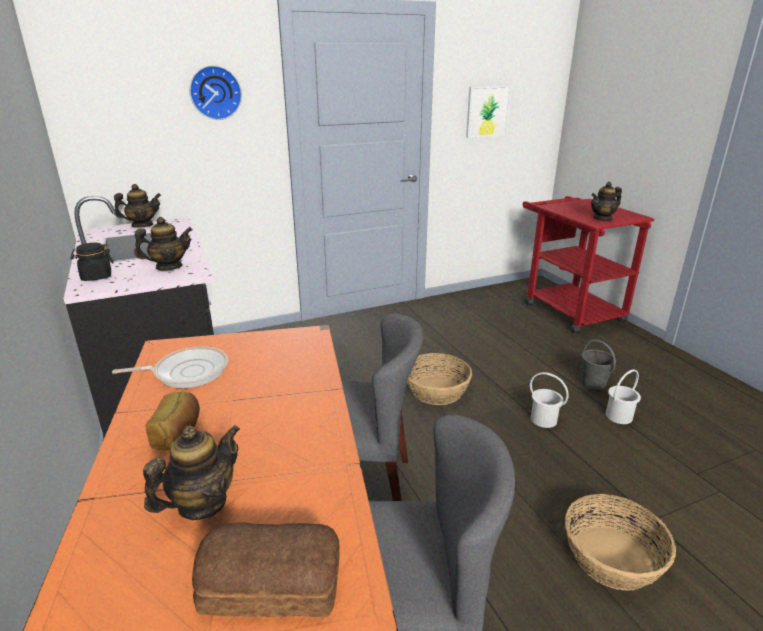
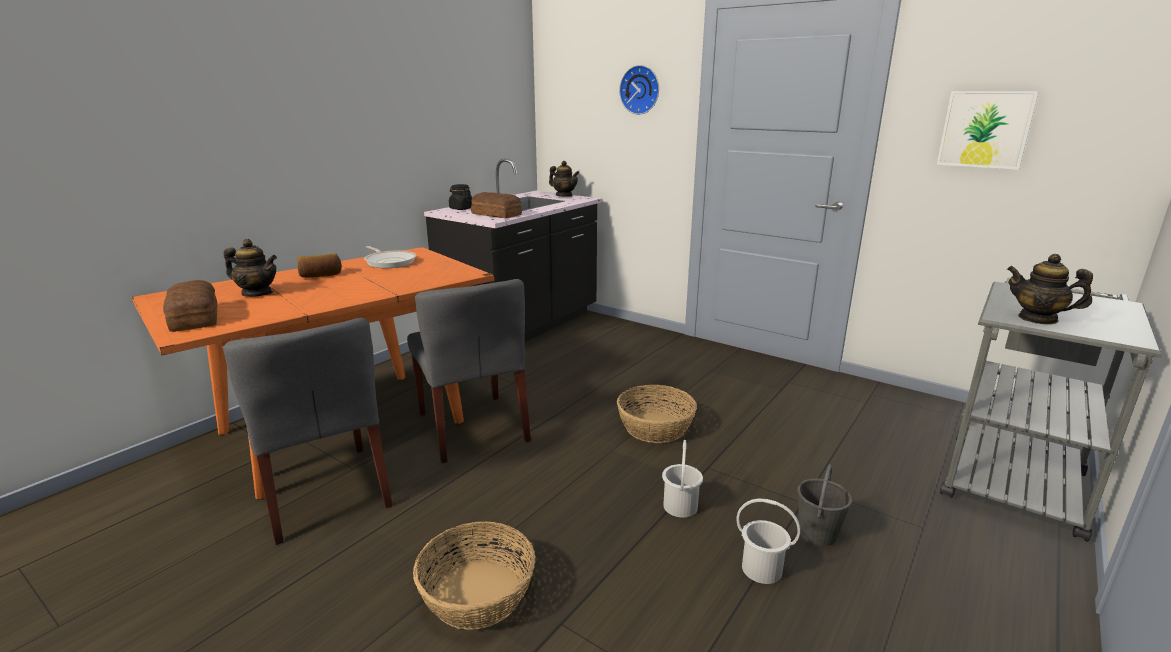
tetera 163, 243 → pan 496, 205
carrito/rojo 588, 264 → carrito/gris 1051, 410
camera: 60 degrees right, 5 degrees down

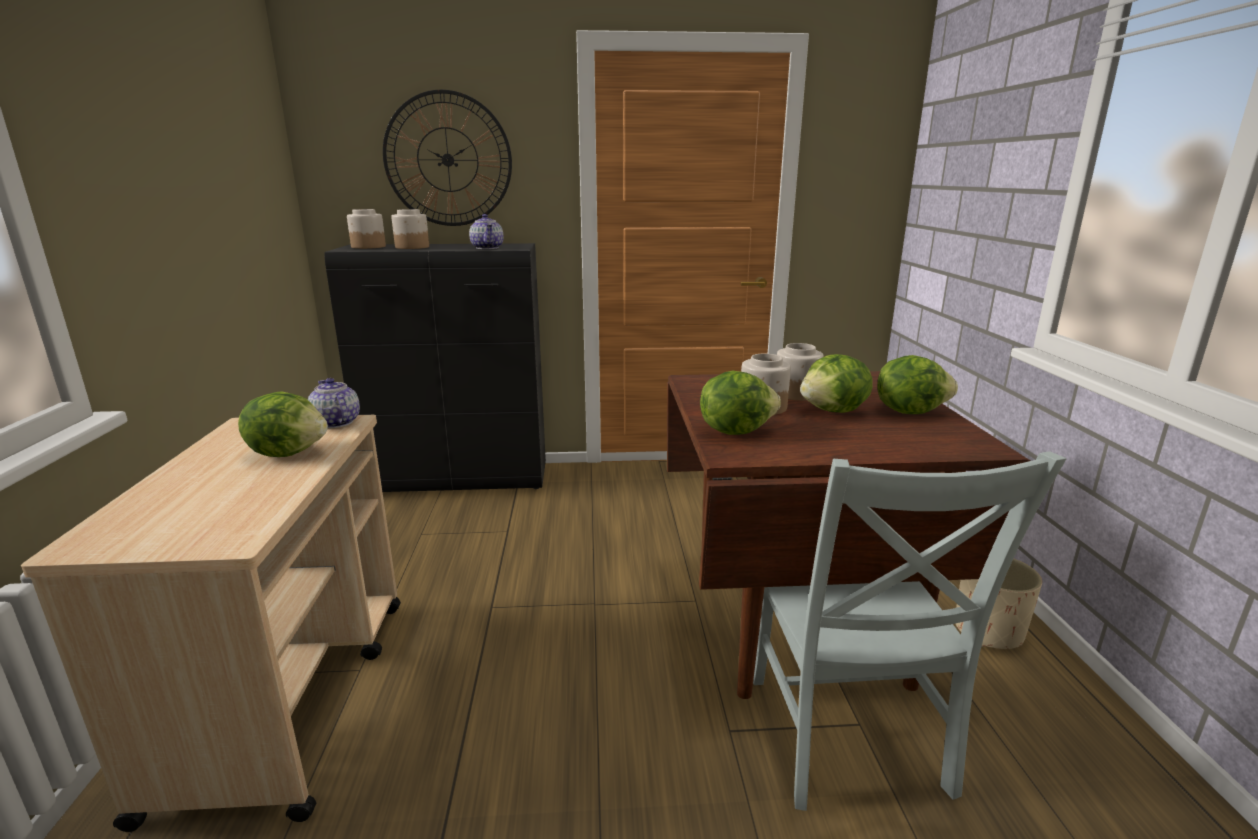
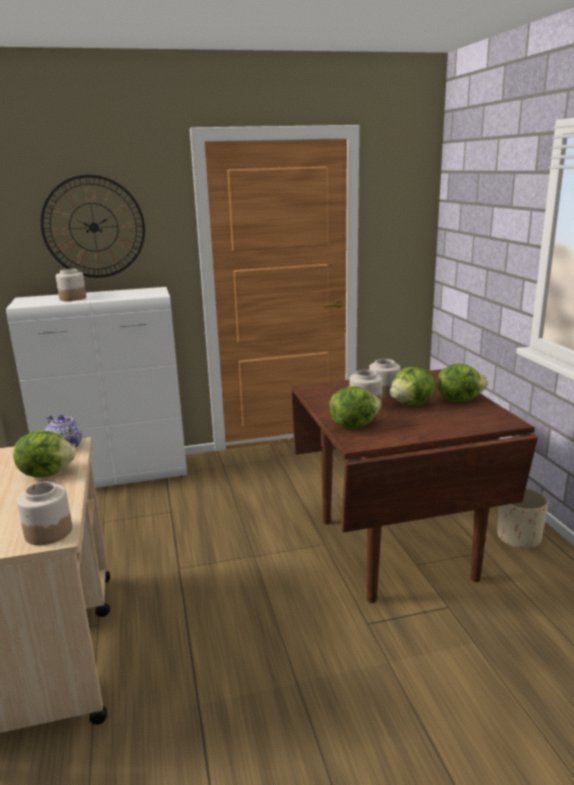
armario/negro 435, 367 → armario/blanco 96, 387
tarro 366, 229 → tarro 44, 513, relocated
tetera 486, 231 → -
silla/gris 910, 631 → -
camera: 10 degrees left, 0 degrees up

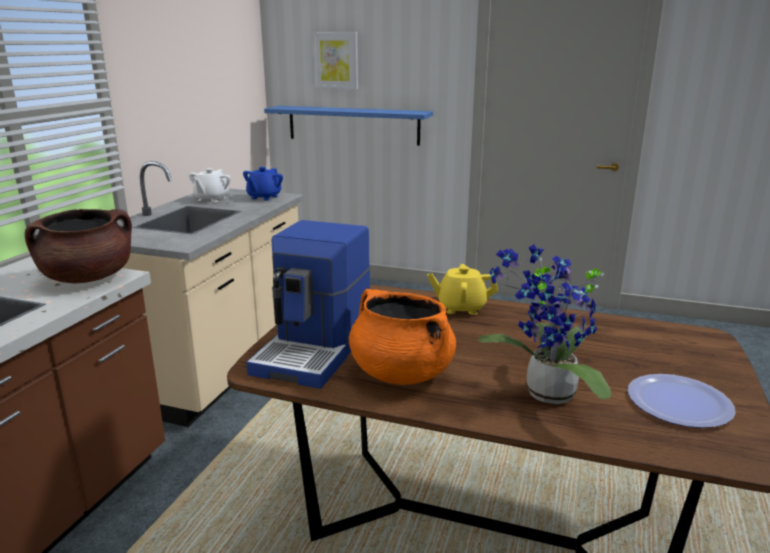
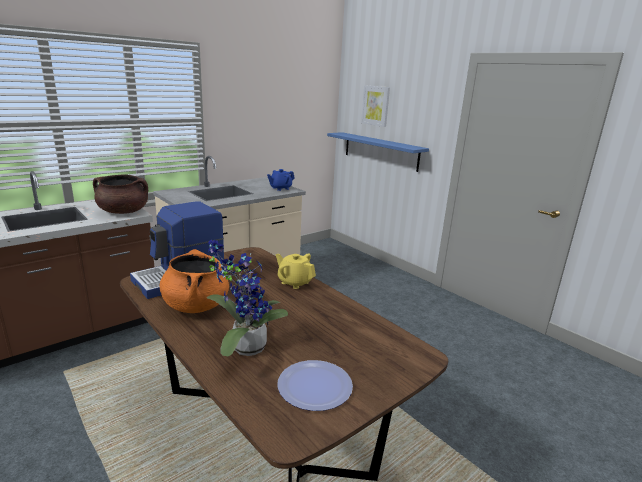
tetera/blanco 210, 185 → -
camera: 30 degrees right, 0 degrees up

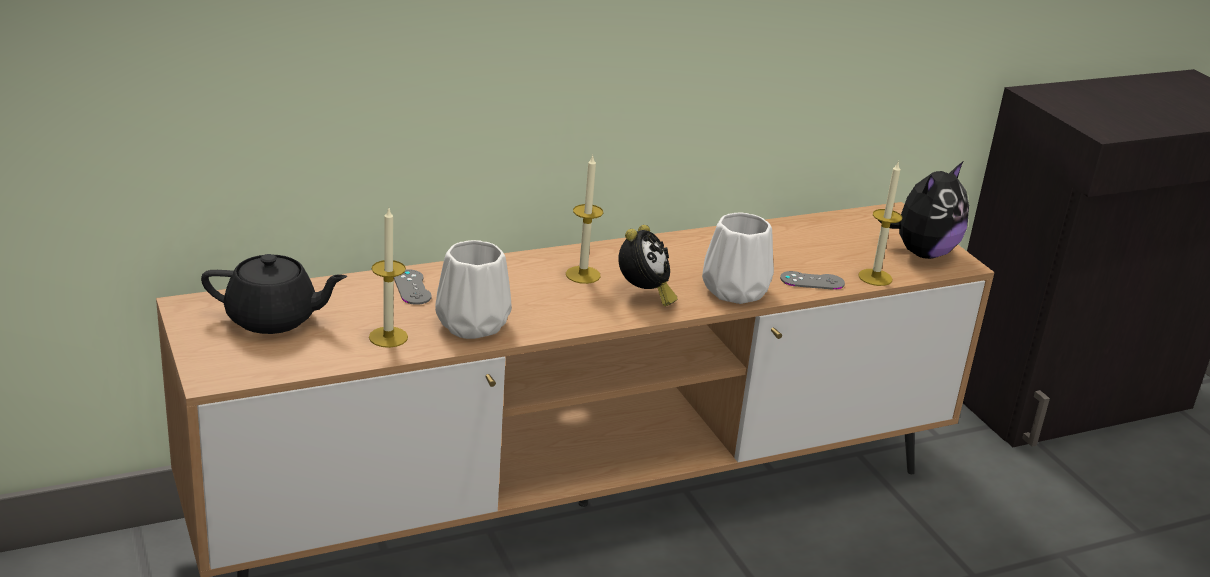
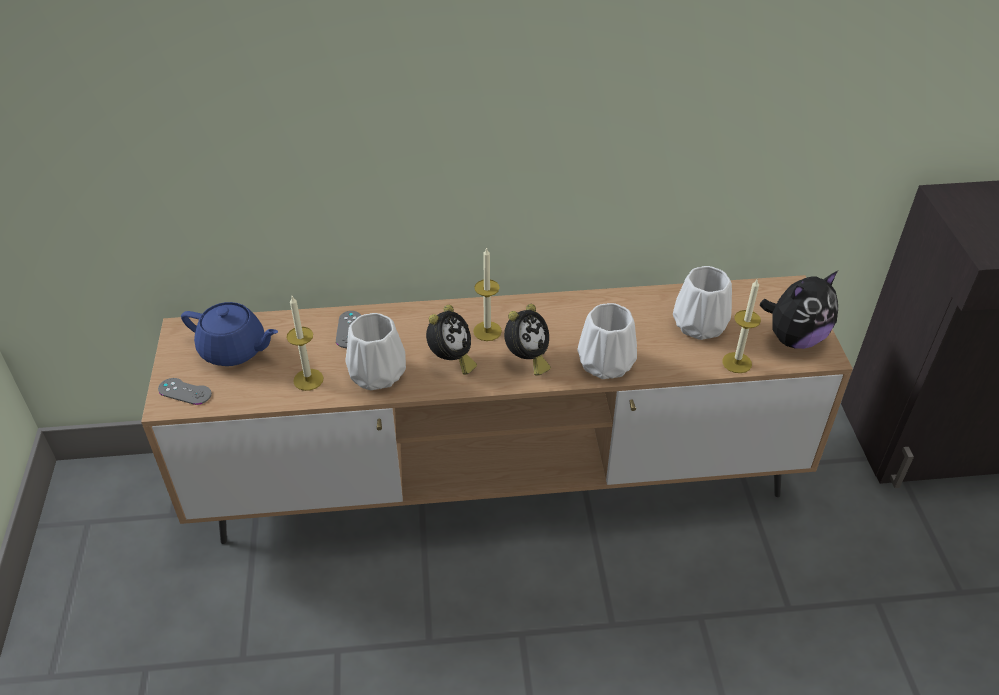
mando de consola/gris 812, 280 → mando de consola/gris 185, 391, relocated
tetera/negro 274, 294 → tetera/azul 229, 334
- → despertador 451, 340
- → florero/blanco 702, 303
camera: 20 degrees right, 15 degrees up

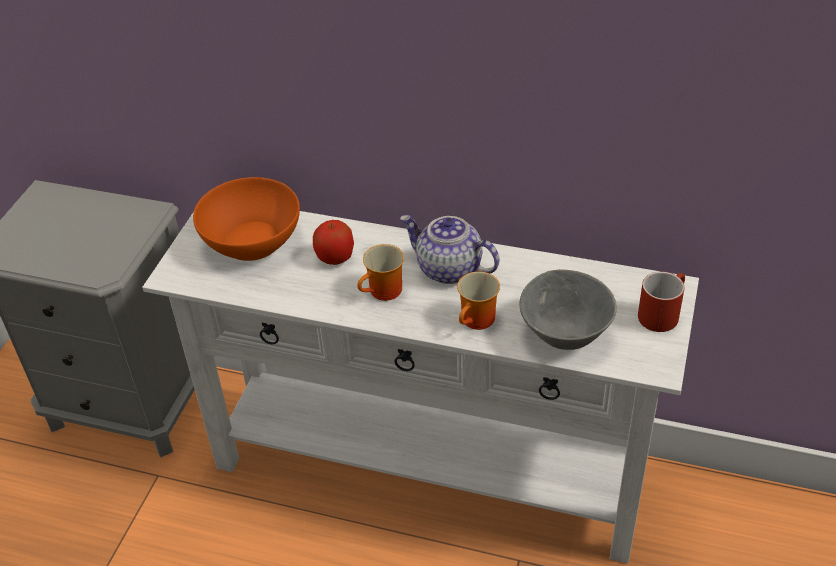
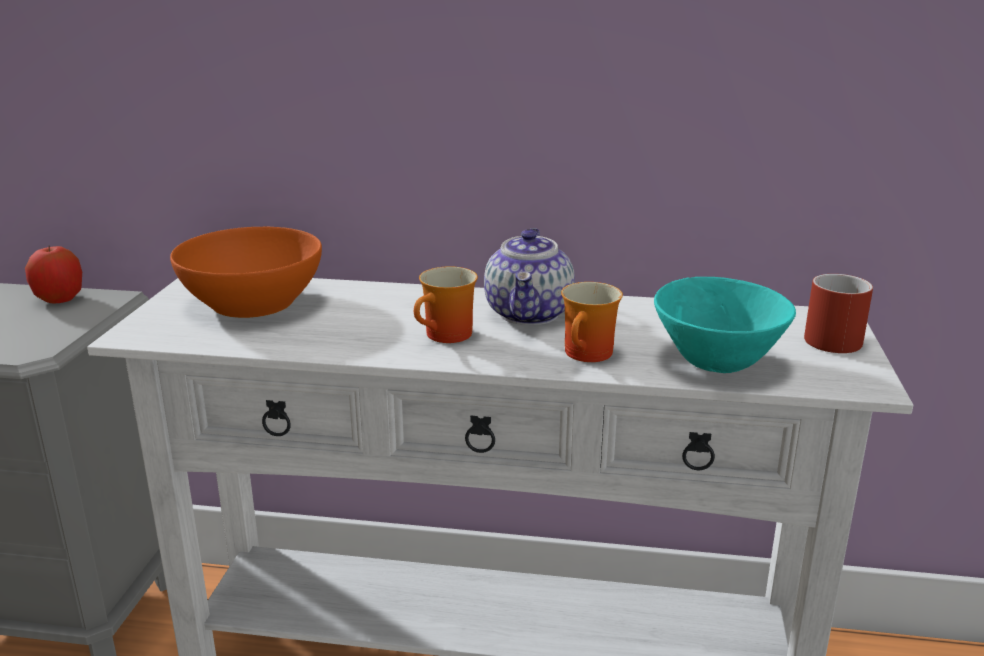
manzana 333, 242 → manzana 53, 274, relocated
tetera 450, 249 → tetera 529, 276, 105 degrees counterclockwise
cuenco/gris 568, 309 → cuenco/turquesa 725, 325
camera: 10 degrees left, 20 degrees down

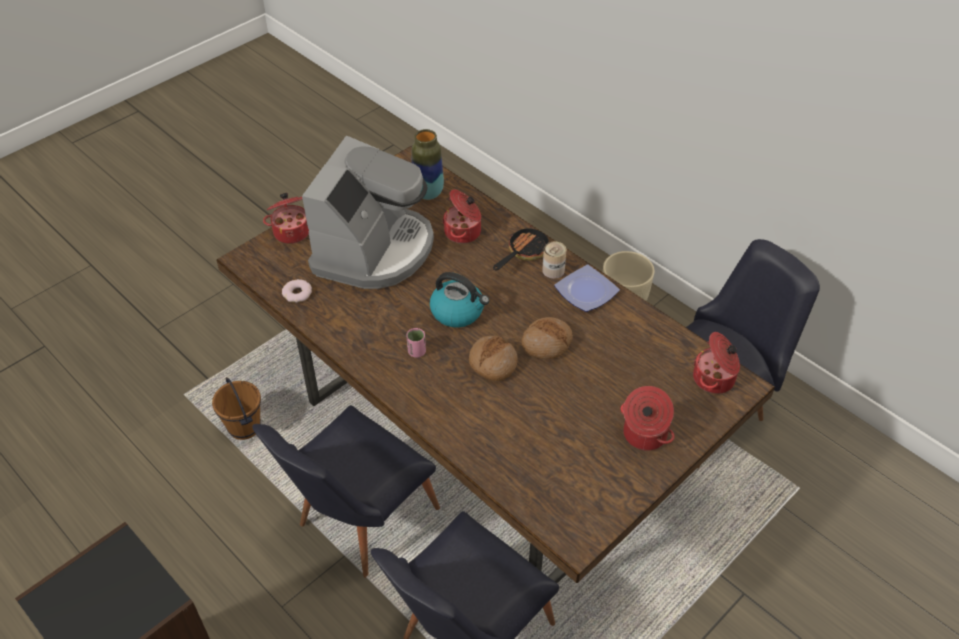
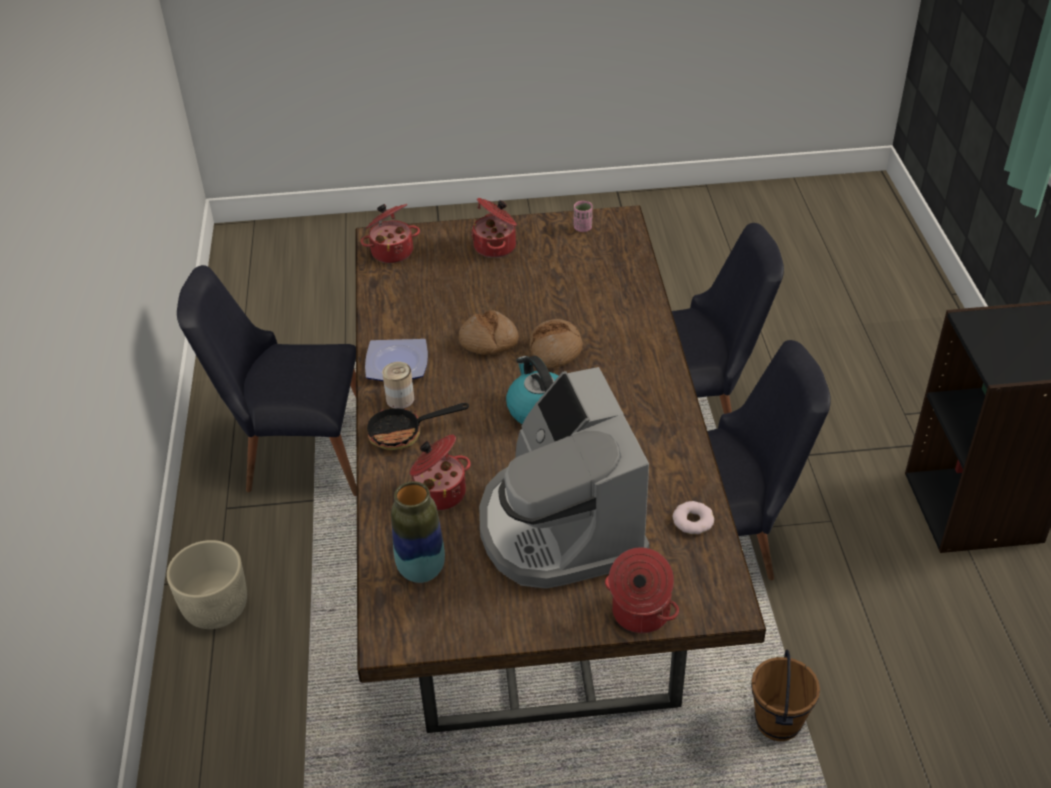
cafetera 368, 212 → cafetera 564, 478, 75 degrees counterclockwise
taza/rosa 416, 343 → taza/rosa 583, 216, relocated
camera: 140 degrees left, 5 degrees down

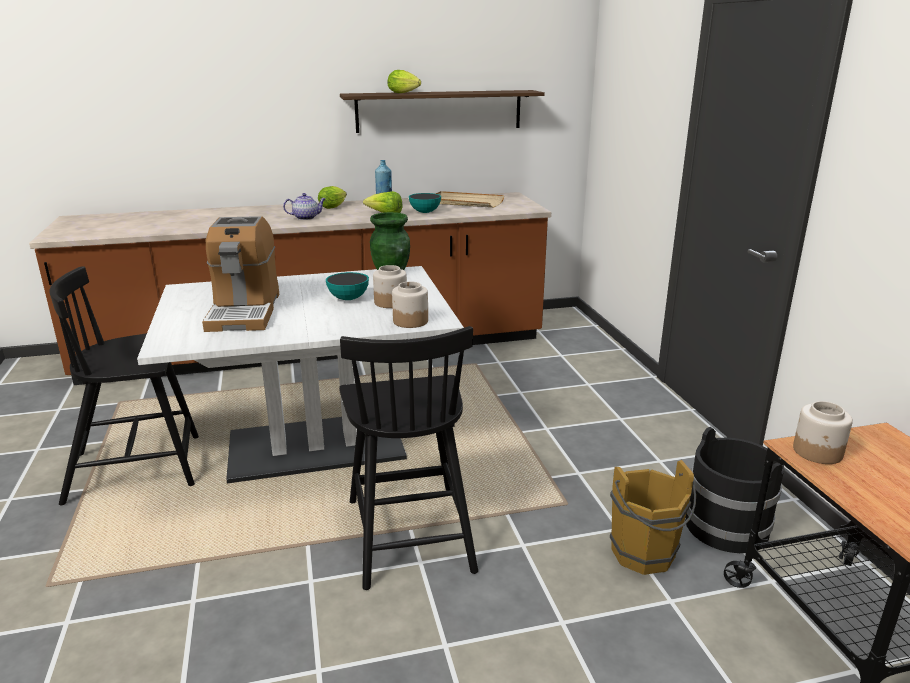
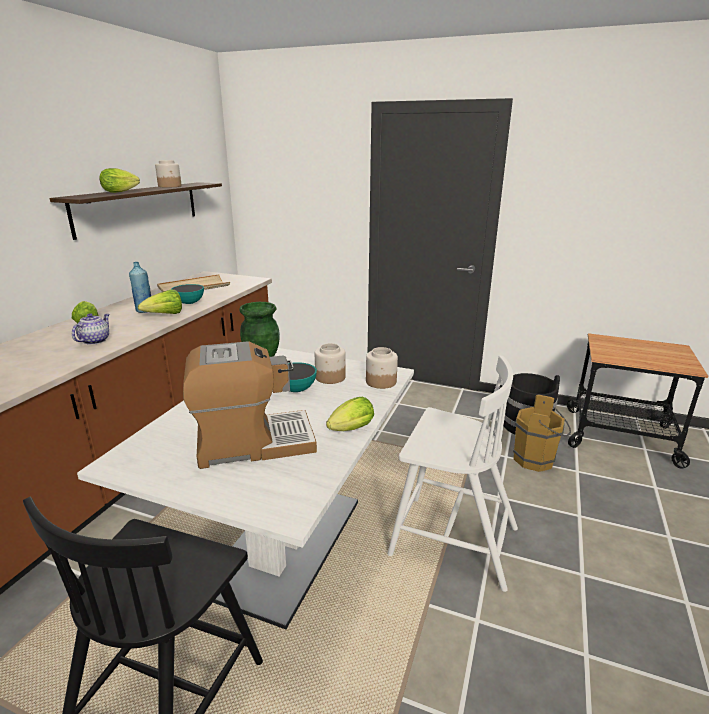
tarro 823, 432 → tarro 168, 173, relocated
cafetera 240, 274 → cafetera 250, 405, 45 degrees counterclockwise
- → lechuga 350, 414
silla/negro 408, 458 → silla/blanco 452, 474
camera: 55 degrees left, 0 degrees up

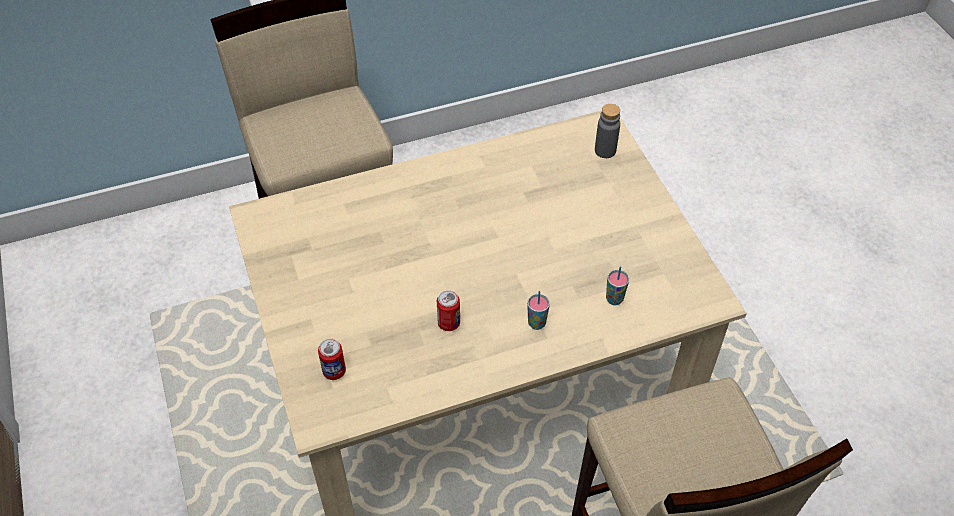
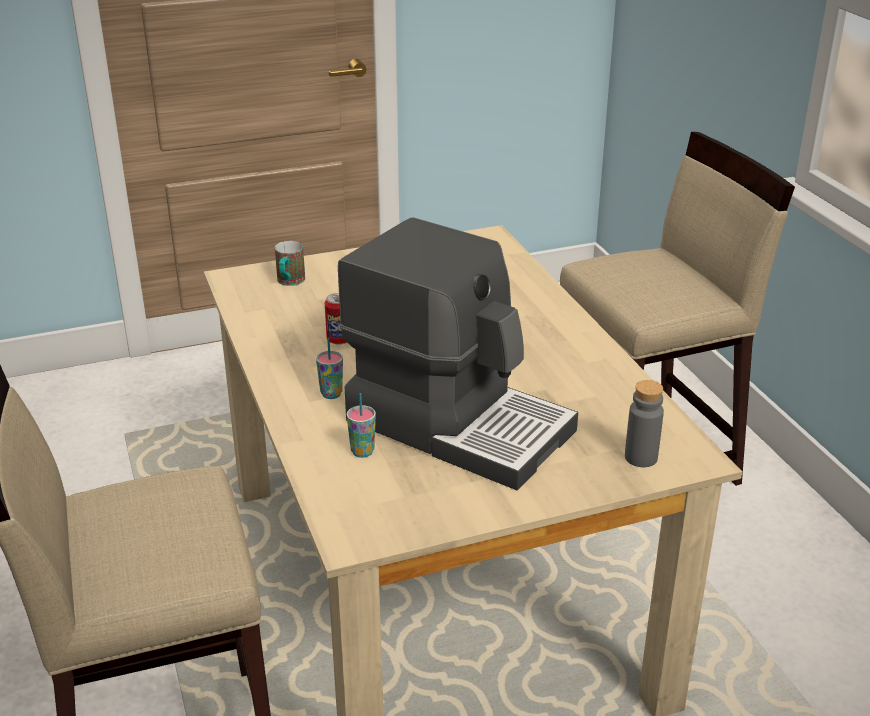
lata 332, 359 → taza grande 290, 263
- → cafetera 458, 353
camera: 90 degrees right, 20 degrees down

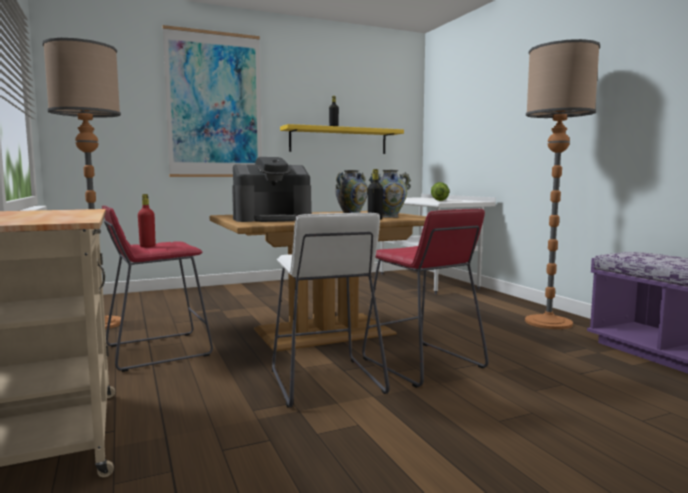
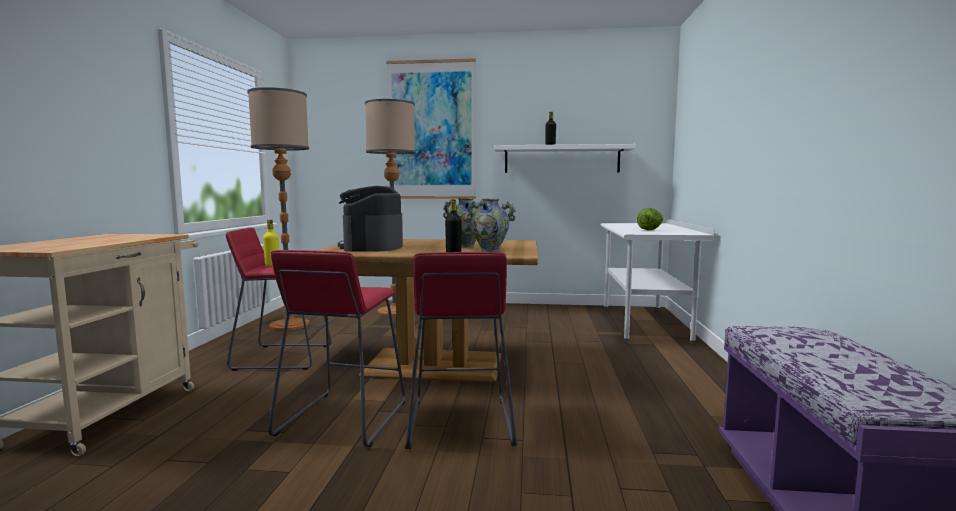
botella/rojo 147, 221 → botella/amarillo 271, 243
taburete/blanco 331, 310 → taburete/rojo 336, 348
cafetera 271, 189 → cafetera 370, 219, 75 degrees clockwise
lámpara de pie 562, 184 → lámpara de pie 390, 207, relocated
estante/amarillo 342, 139 → estante/blanco 565, 158
camera: 30 degrees right, 0 degrees up

